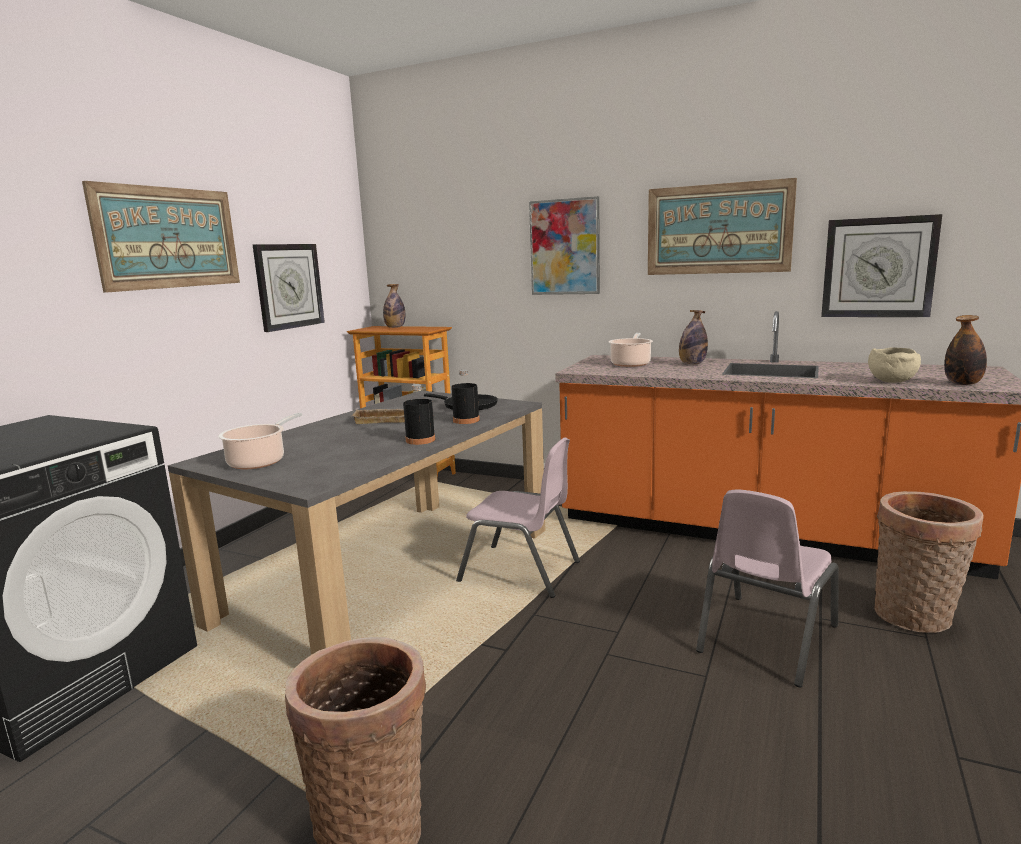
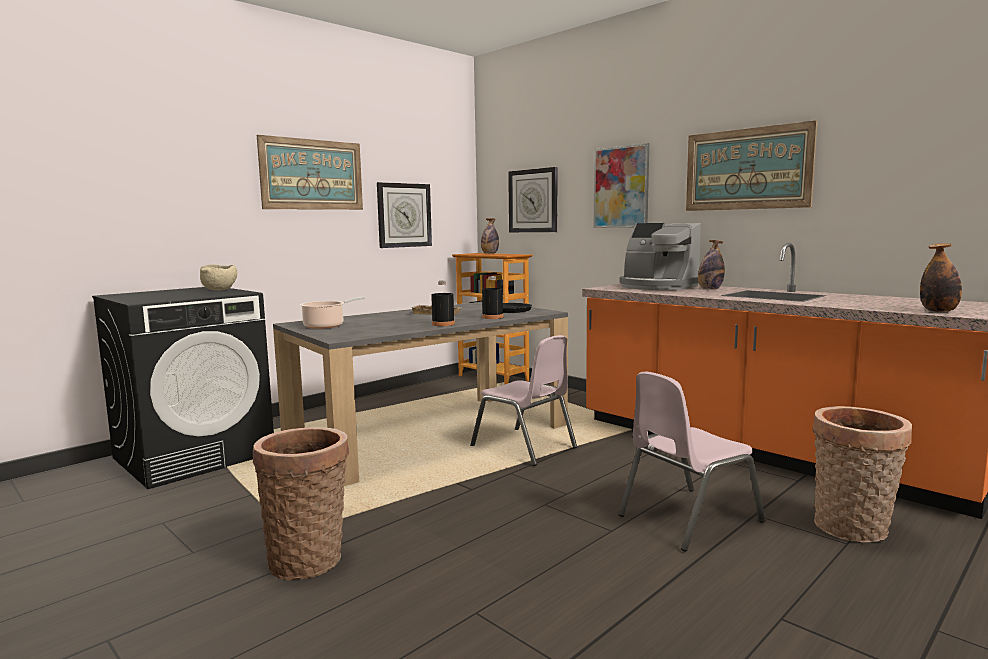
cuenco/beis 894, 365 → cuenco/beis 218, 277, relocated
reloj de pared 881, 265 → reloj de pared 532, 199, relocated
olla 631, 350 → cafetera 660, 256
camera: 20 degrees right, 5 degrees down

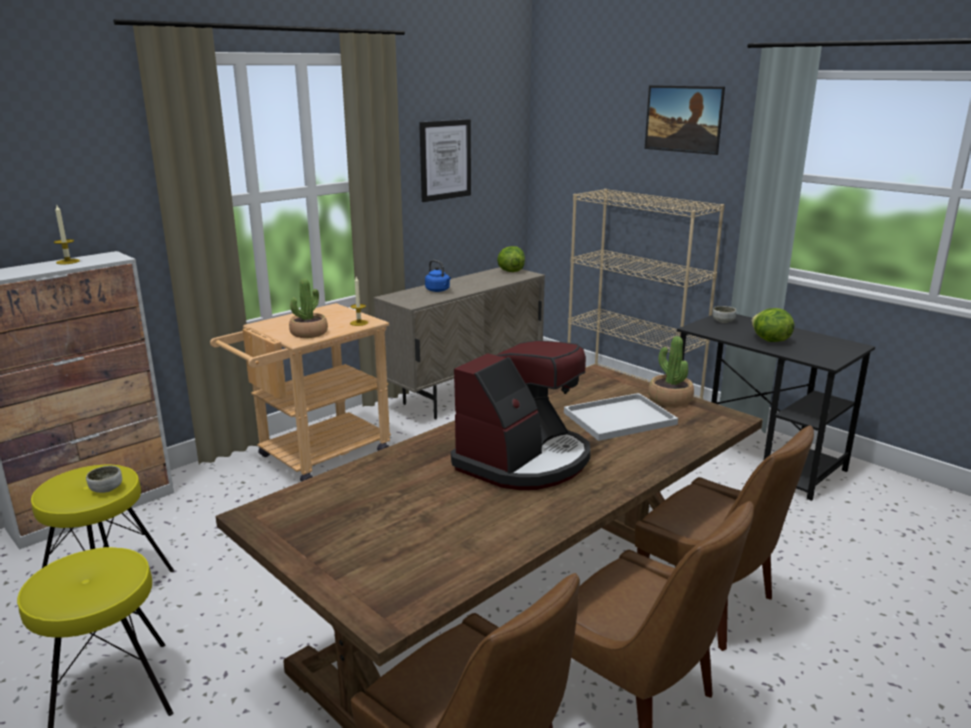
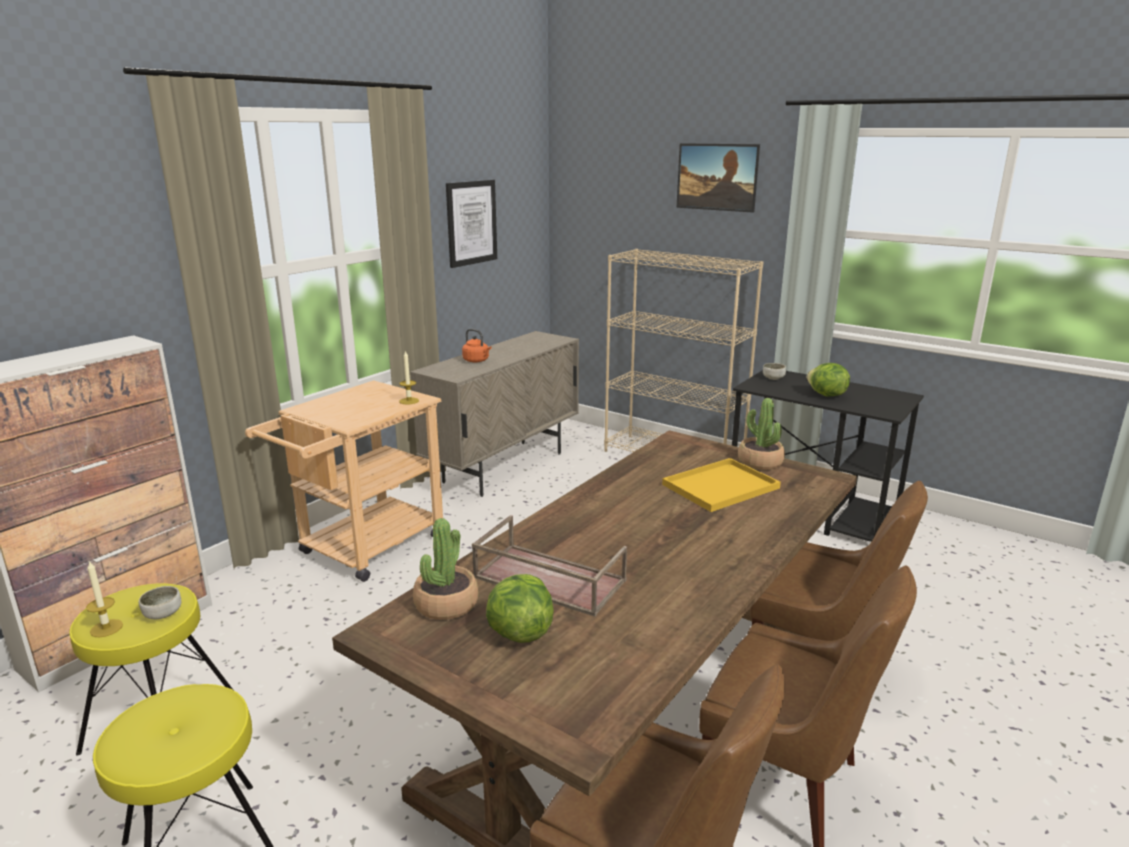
vela 67, 234 → vela 104, 598, relocated
planta en maceta 308, 308 → planta en maceta 445, 569, relocated
hervidor/azul 438, 276 → hervidor/naranja 476, 345
- → bandeja/marrón 549, 566
lechuga 511, 259 → lechuga 520, 608, relocated
bandeja/blanco 621, 417 → bandeja/amarillo 721, 485
cafetera 521, 415 → -
camera: 10 degrees left, 0 degrees up

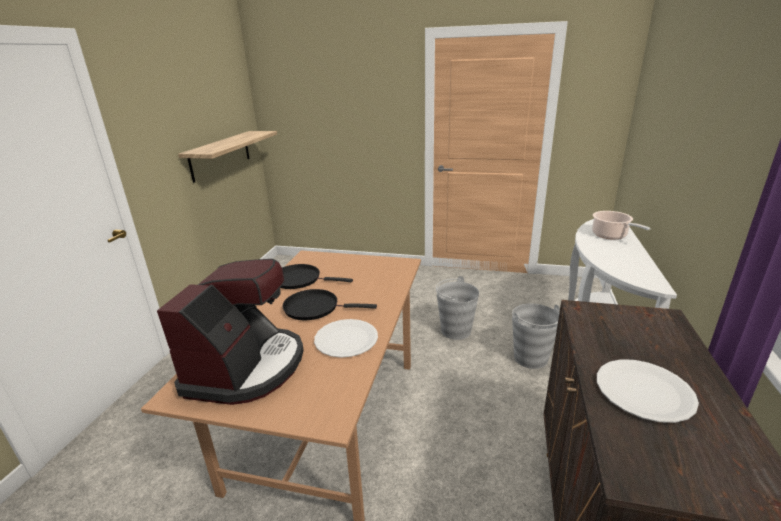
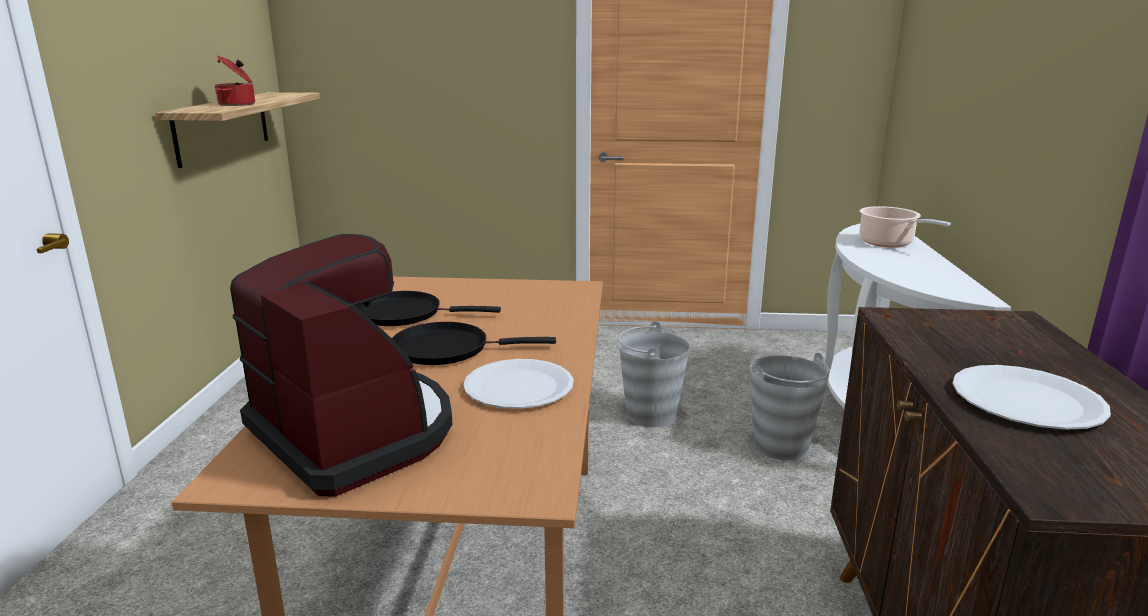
- → olla 235, 80
cafetera 230, 332 → cafetera 341, 365, 45 degrees counterclockwise
camera: 10 degrees left, 5 degrees down

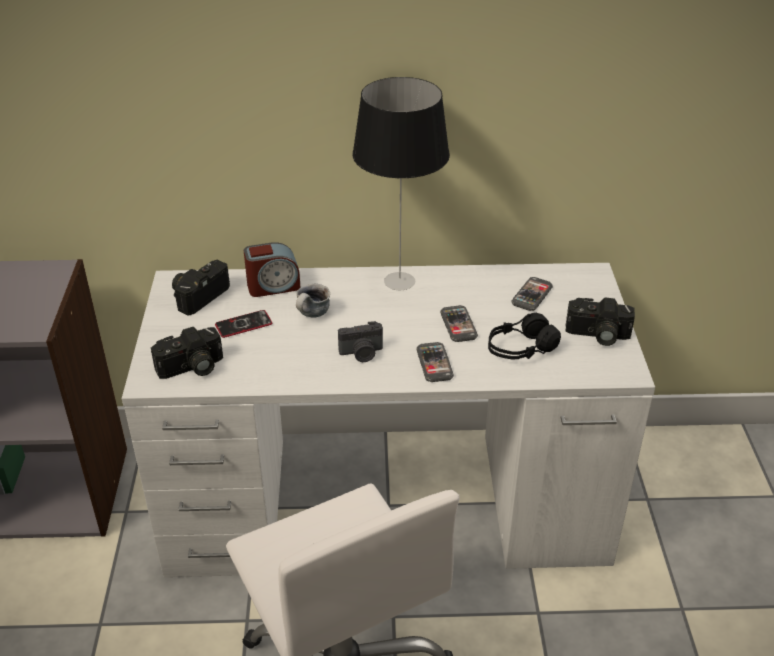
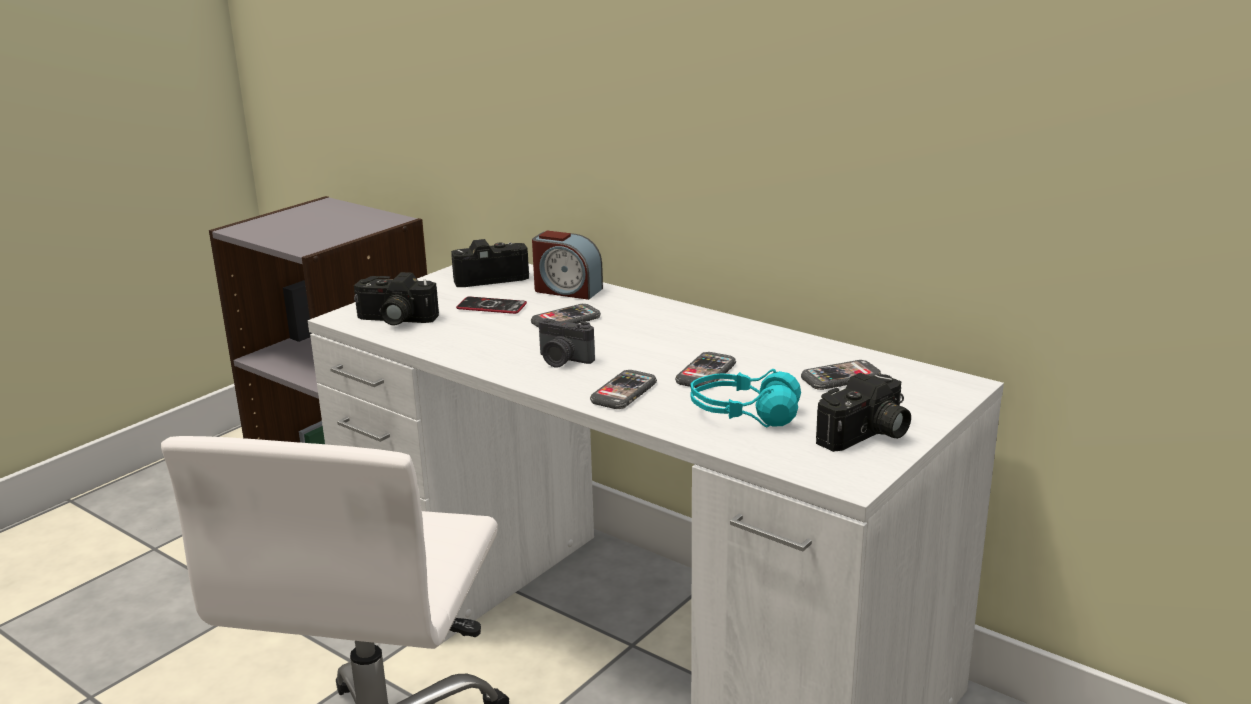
taza grande 313, 301 → móvil 566, 316
auriculares/negro 524, 336 → auriculares/turquesa 746, 398
cámara 600, 322 → cámara 863, 412, 90 degrees counterclockwise
lámpara de mesa 401, 183 → -
camera: 40 degrees right, 15 degrees down

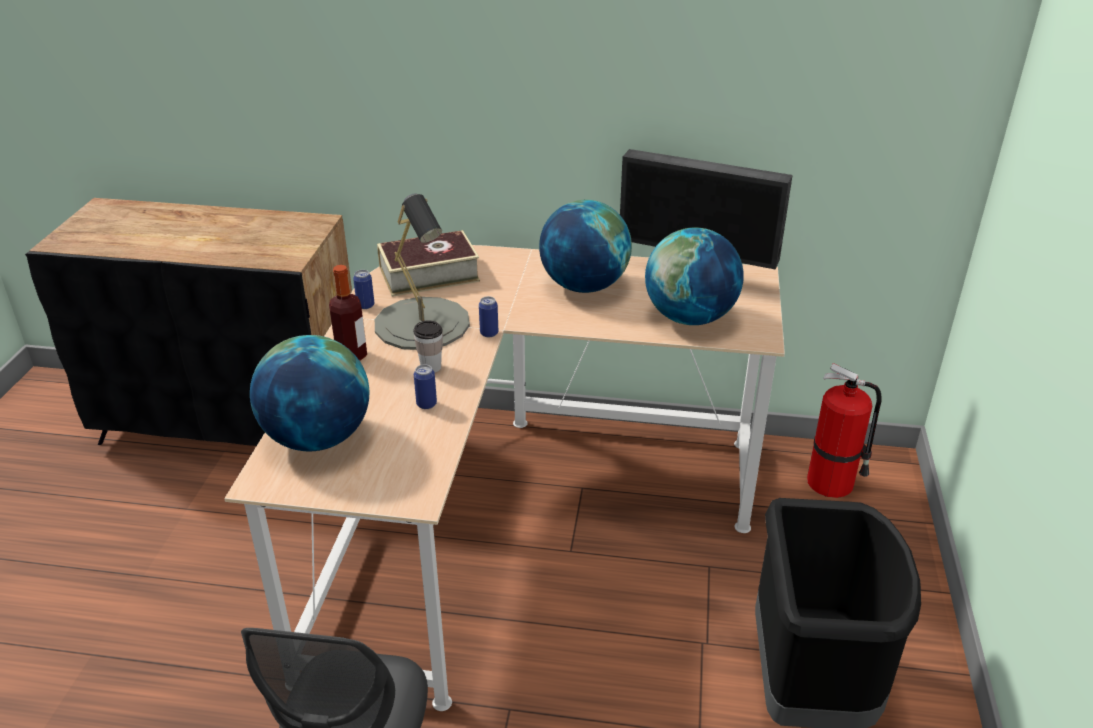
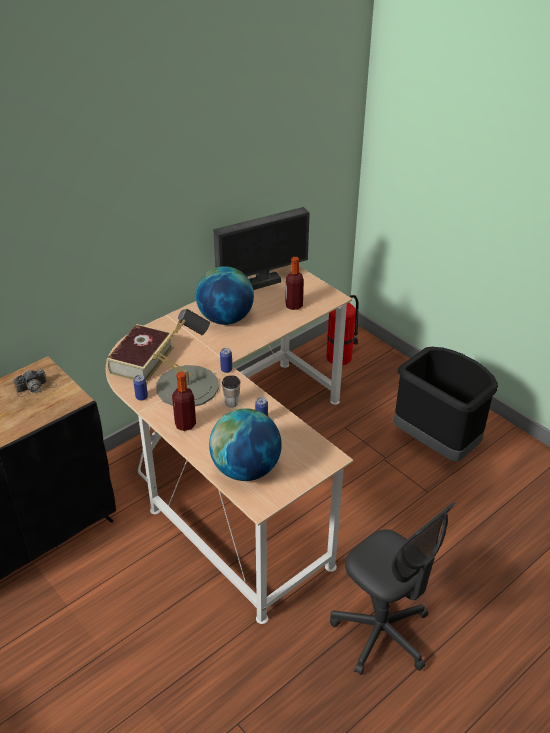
- → cámara 35, 383
globo terráqueo 694, 276 → botella 295, 283
camera: 50 degrees left, 5 degrees up

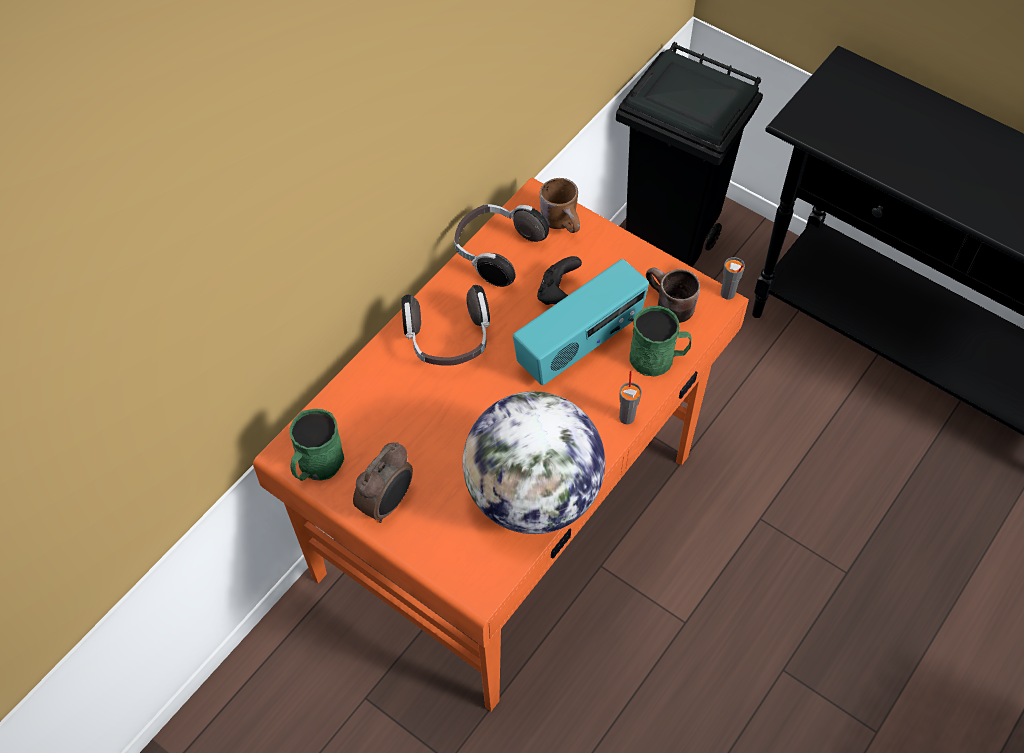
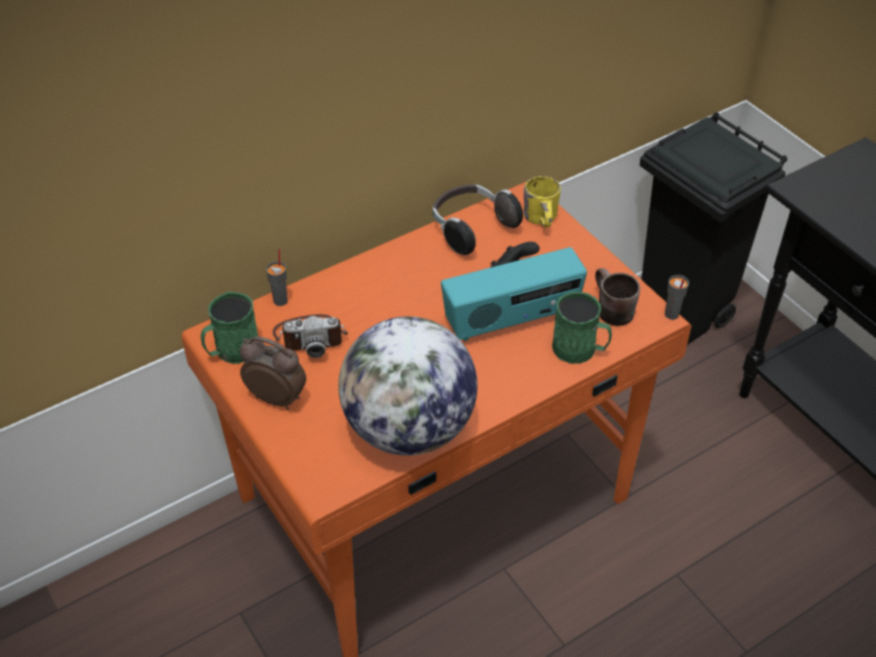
despertador 383, 482 → despertador 273, 373, 120 degrees counterclockwise
taza/gris 630, 397 → taza/gris 277, 277, relocated
- → cámara 310, 336
taza grande/marrón 560, 205 → taza grande/amarillo 542, 201
auriculares 446, 325 → -
camera: 20 degrees right, 10 degrees down

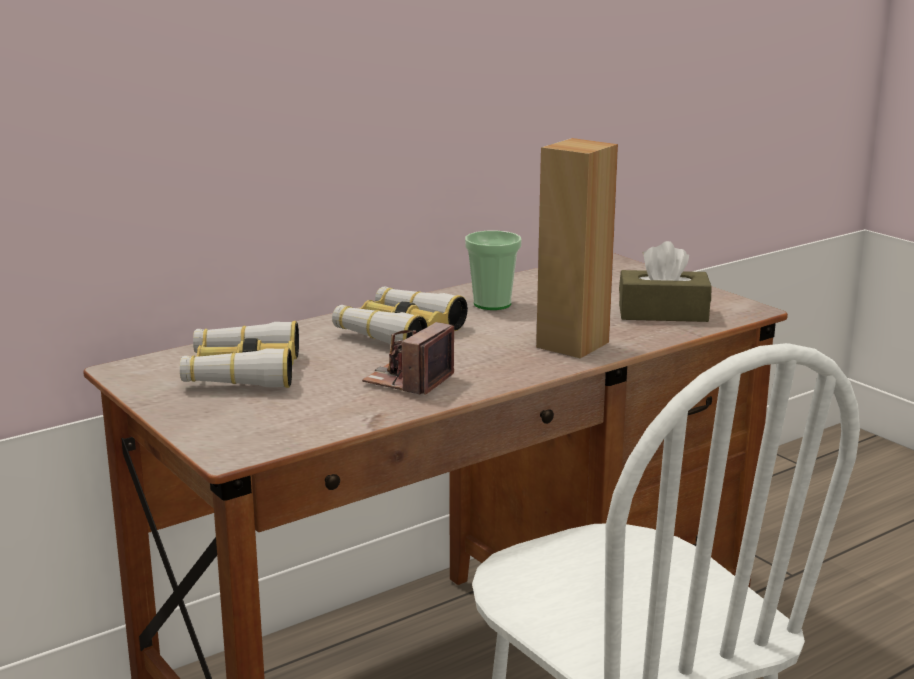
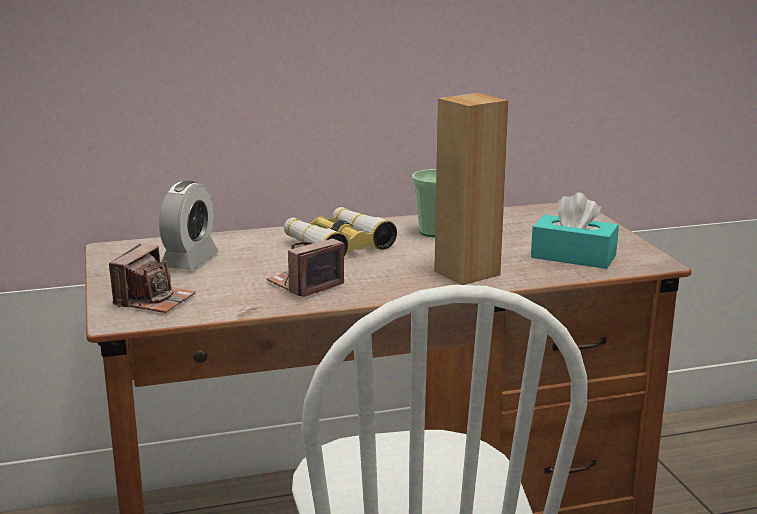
- → cámara 152, 278
prismáticos 239, 354 → despertador 189, 225
caja de pañuelos/marrón 665, 281 → caja de pañuelos/turquesa 575, 230
camera: 20 degrees right, 0 degrees up

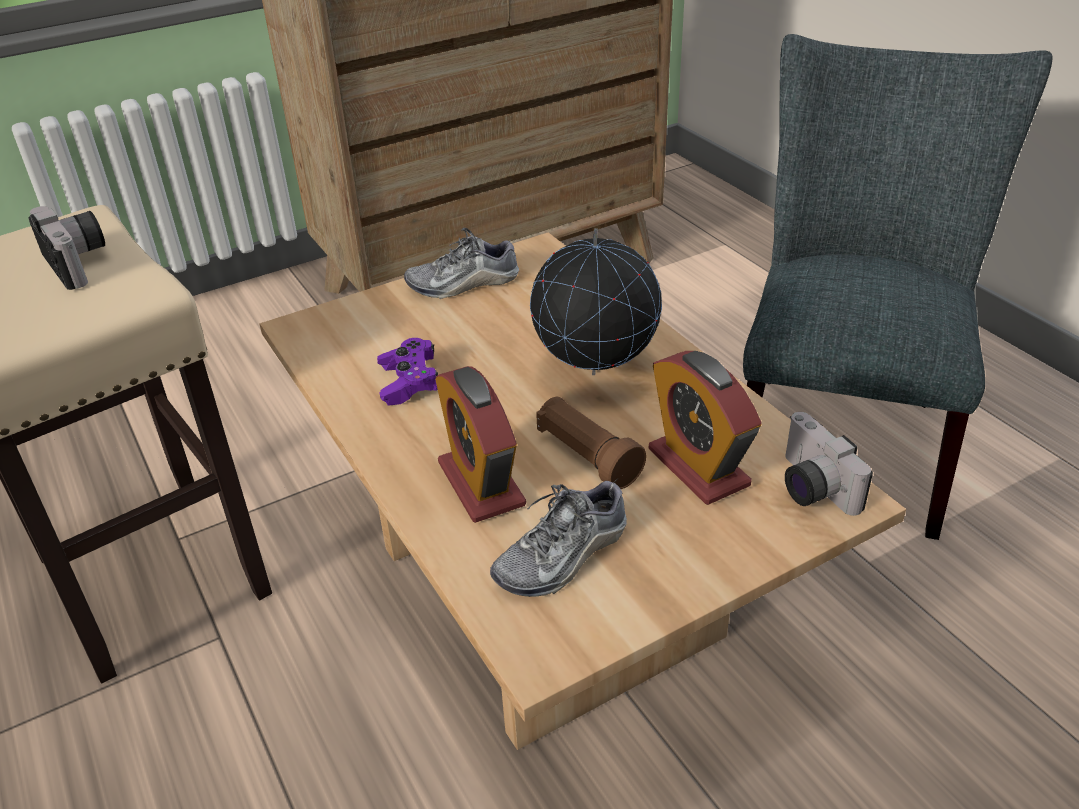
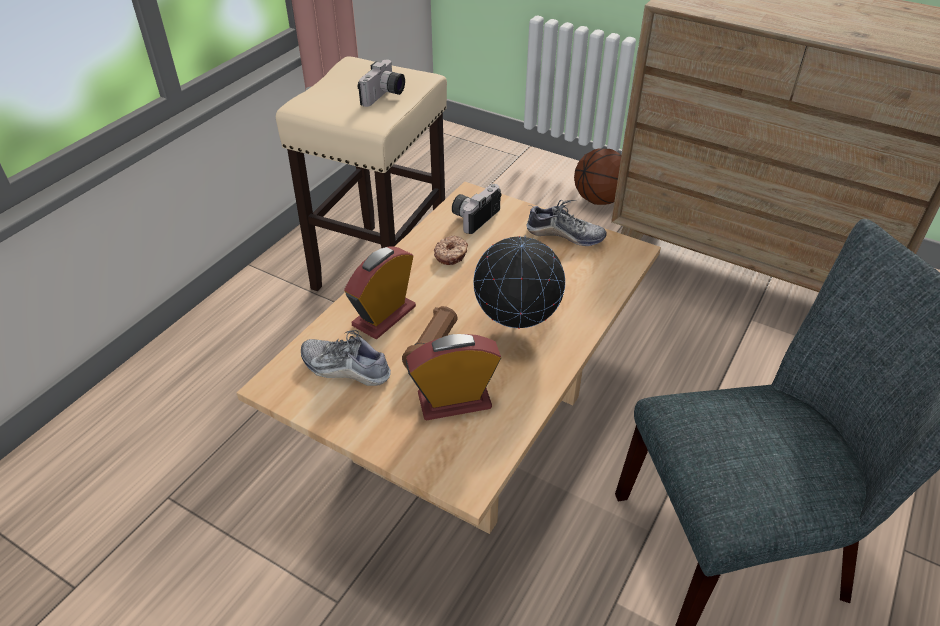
despertador 705, 428 → despertador 453, 377, 45 degrees clockwise
mando de consola/morado 407, 372 → rosquilla 451, 250
cámara 829, 464 → cámara 477, 209, relocated
zapato 461, 263 → zapato 566, 223, 150 degrees clockwise
- → balón de baloncesto 598, 176
camera: 60 degrees right, 5 degrees up

